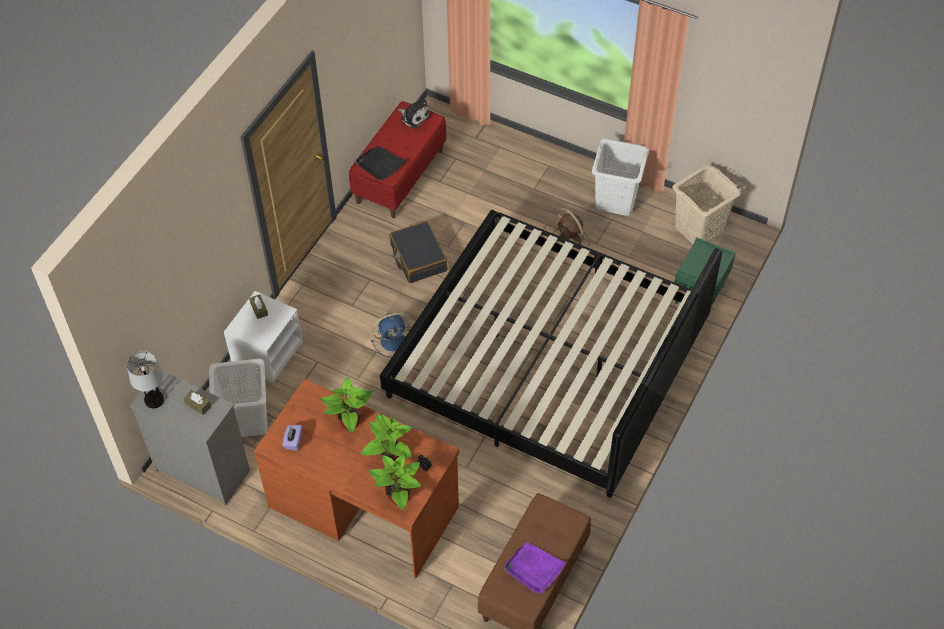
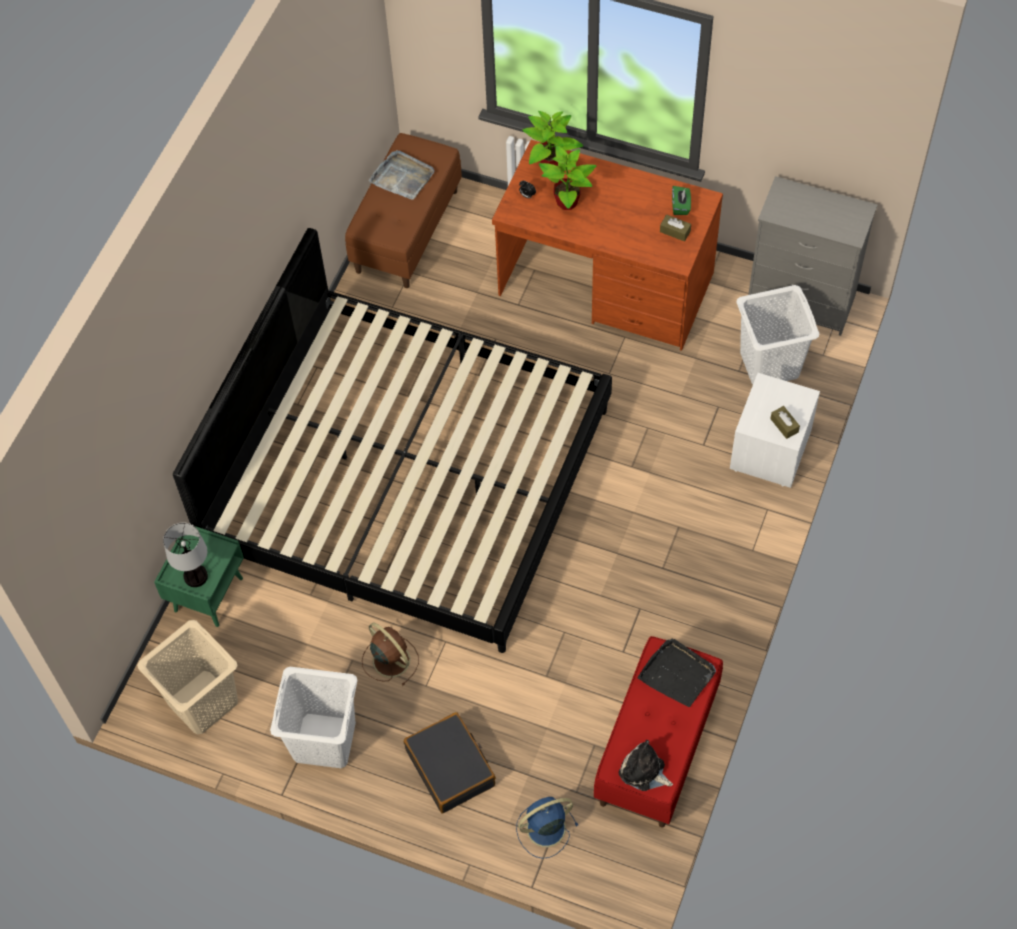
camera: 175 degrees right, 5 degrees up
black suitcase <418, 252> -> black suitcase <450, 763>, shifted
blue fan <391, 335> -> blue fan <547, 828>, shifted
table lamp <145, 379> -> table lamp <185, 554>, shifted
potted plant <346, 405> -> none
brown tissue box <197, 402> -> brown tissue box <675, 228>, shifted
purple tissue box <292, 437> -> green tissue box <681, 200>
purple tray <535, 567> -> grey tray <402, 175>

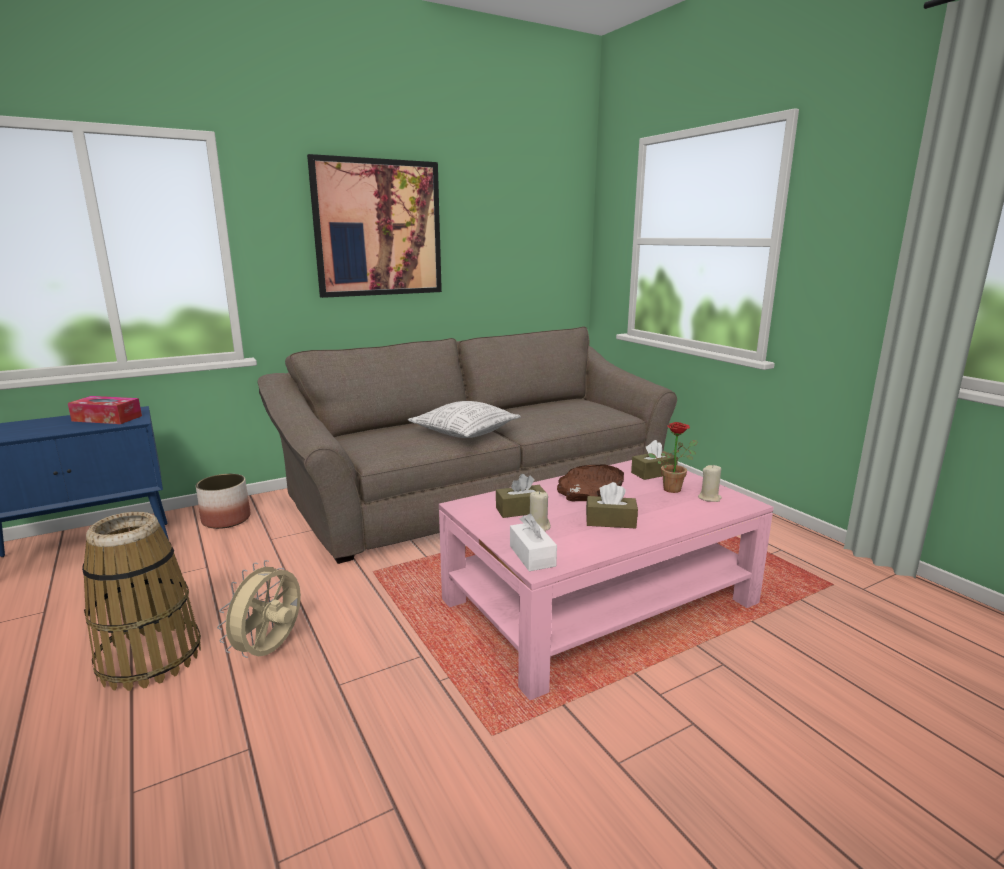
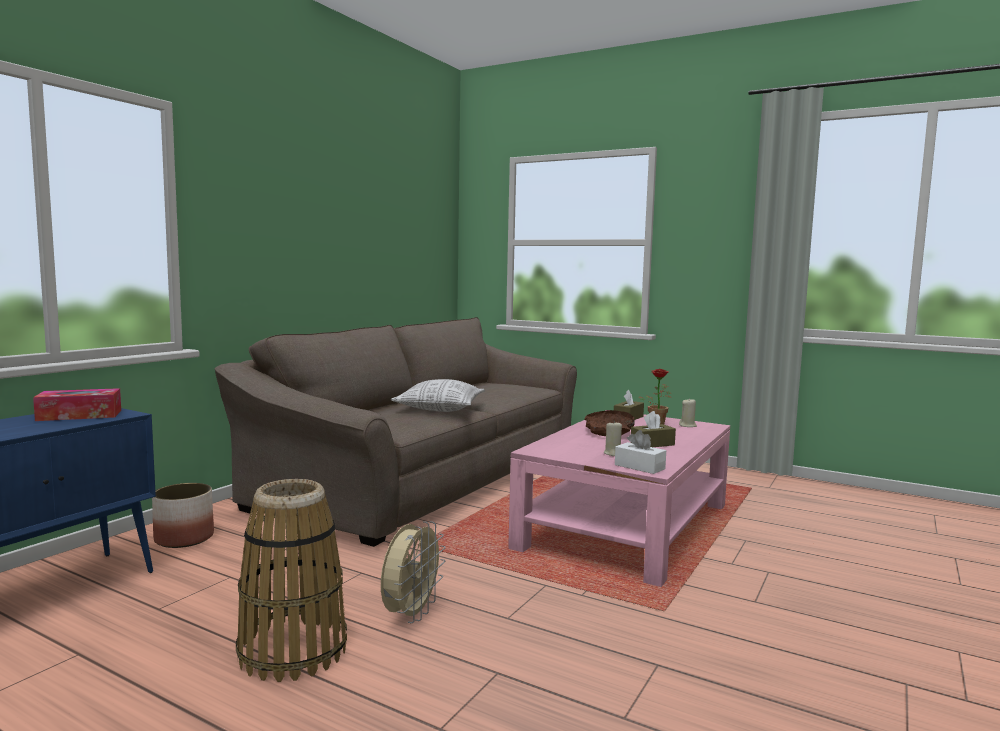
camera: 30 degrees left, 10 degrees down
picture <374, 226> -> none
brown tissue box <520, 496> -> none
beige fan <259, 609> -> beige fan <413, 572>, 150 degrees counterclockwise

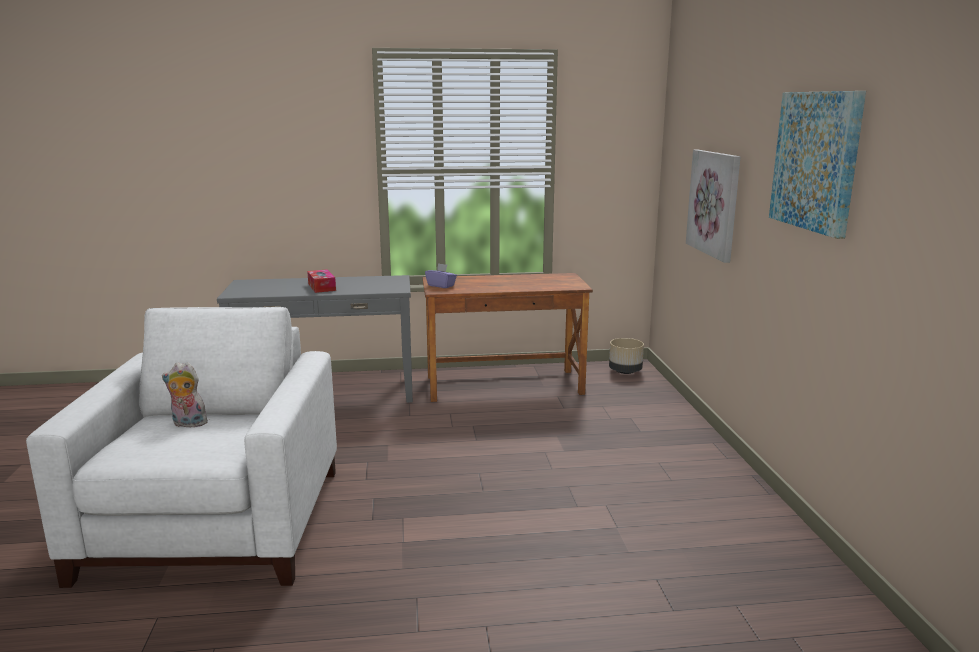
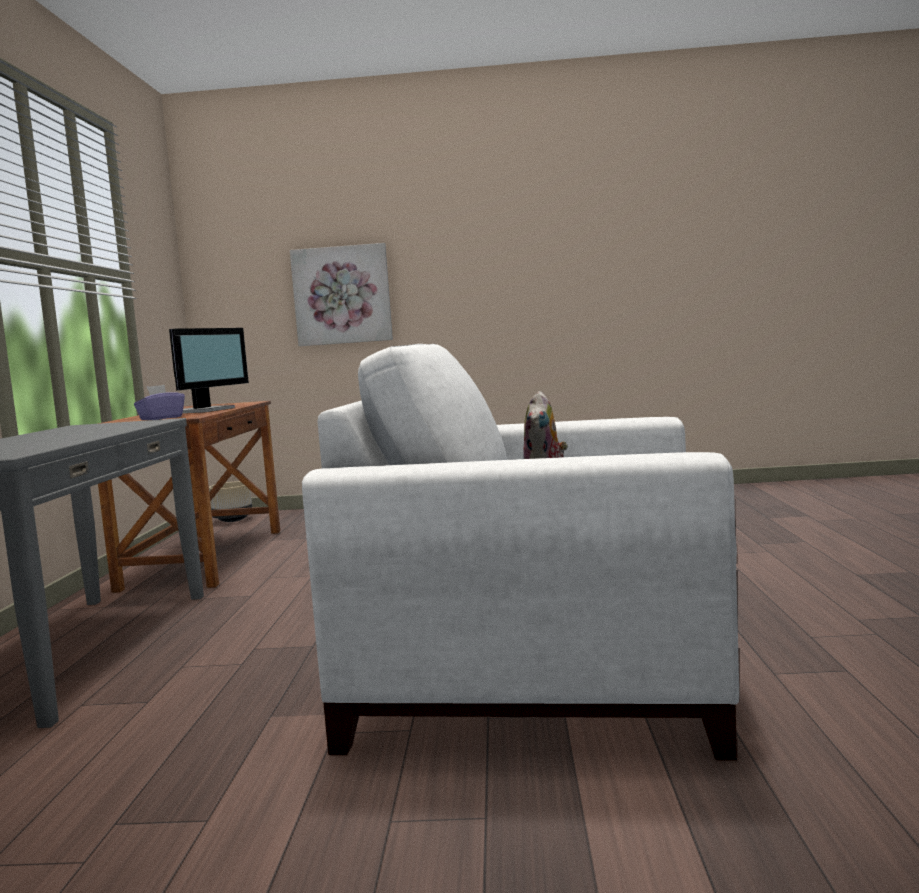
camera: 80 degrees left, 10 degrees down
picture <817, 165> -> none
tissue box <321, 281> -> none
none -> monitor <209, 370>

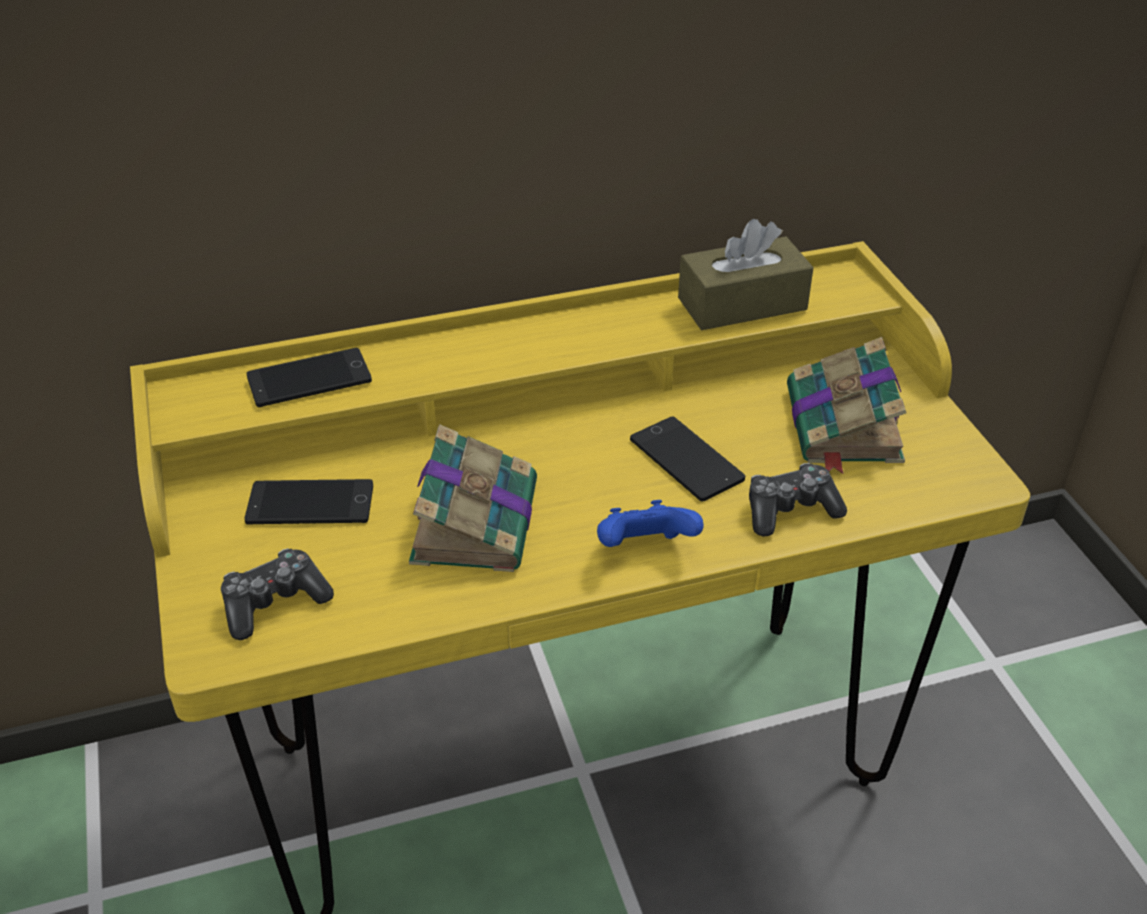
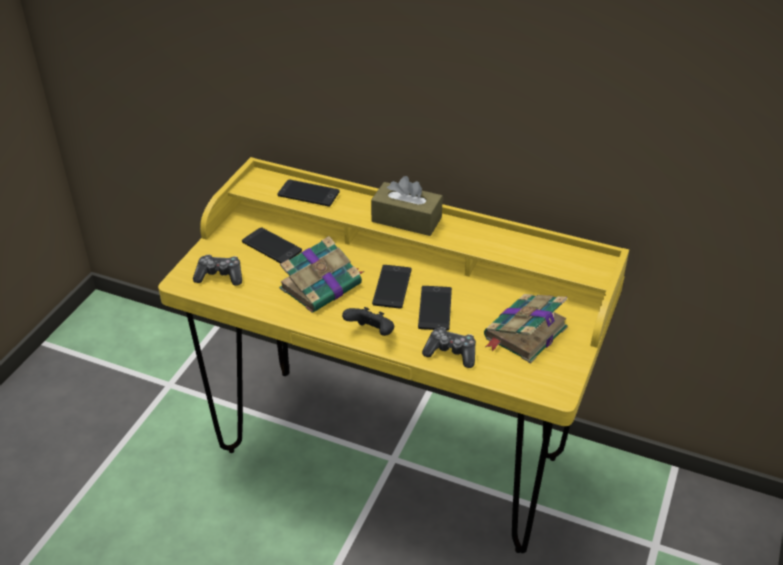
camera: 40 degrees right, 0 degrees up
brown tissue box <746, 274> -> brown tissue box <407, 206>, shifted
blue game controller <650, 523> -> black game controller <368, 321>
none -> phone <392, 286>

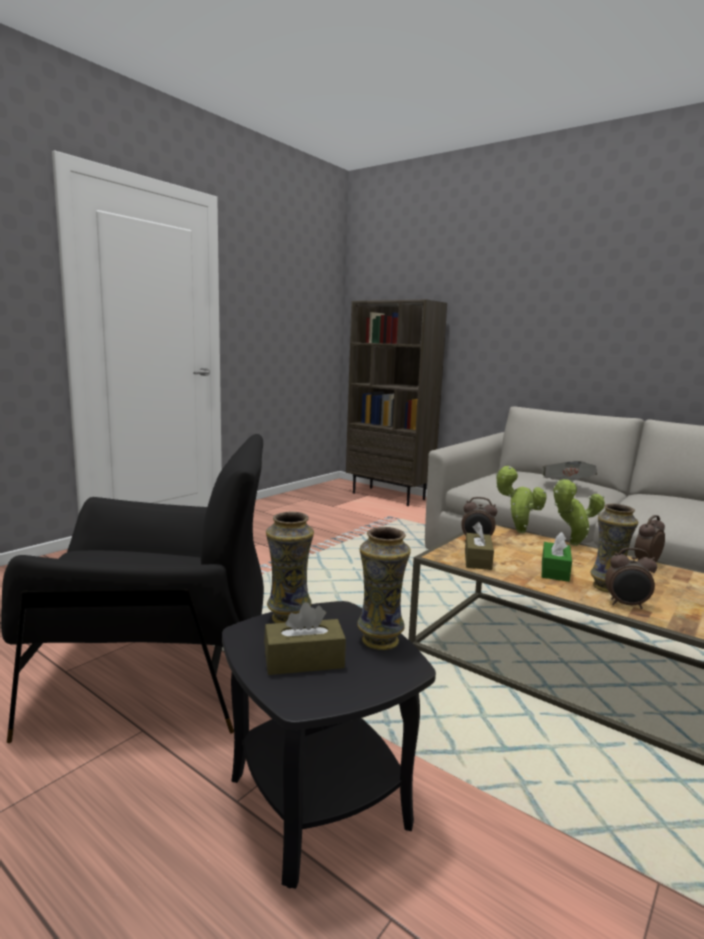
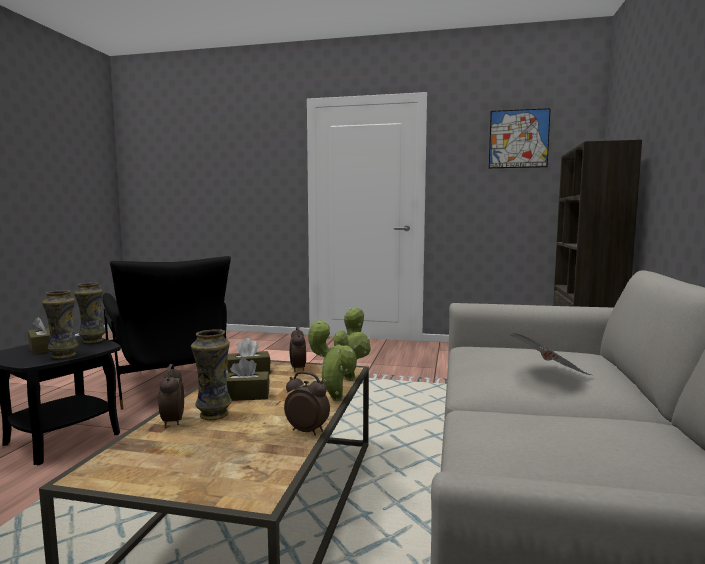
camera: 65 degrees right, 5 degrees down
green tissue box <557, 557> -> brown tissue box <248, 379>
none -> picture <520, 138>

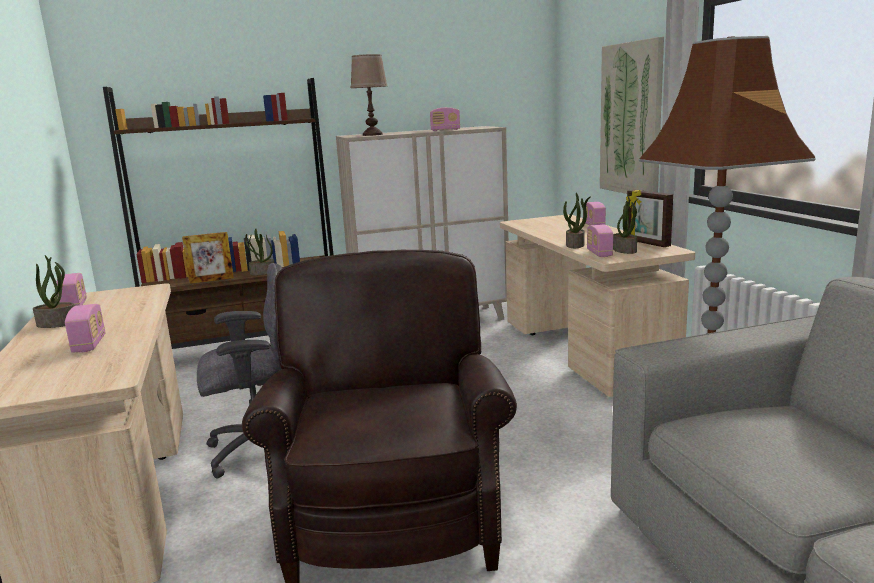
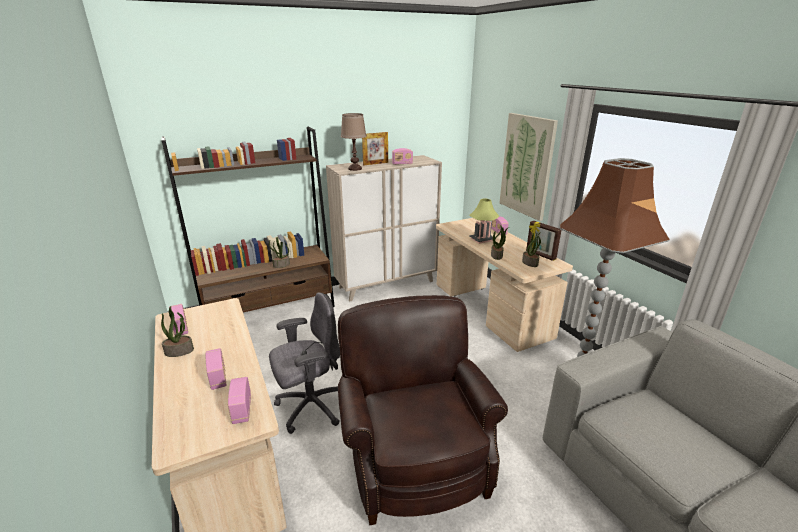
camera: 10 degrees left, 10 degrees up
radio <600, 241> -> radio <239, 400>, shifted
picture frame <208, 258> -> picture frame <375, 148>, shifted
none -> table lamp <484, 221>

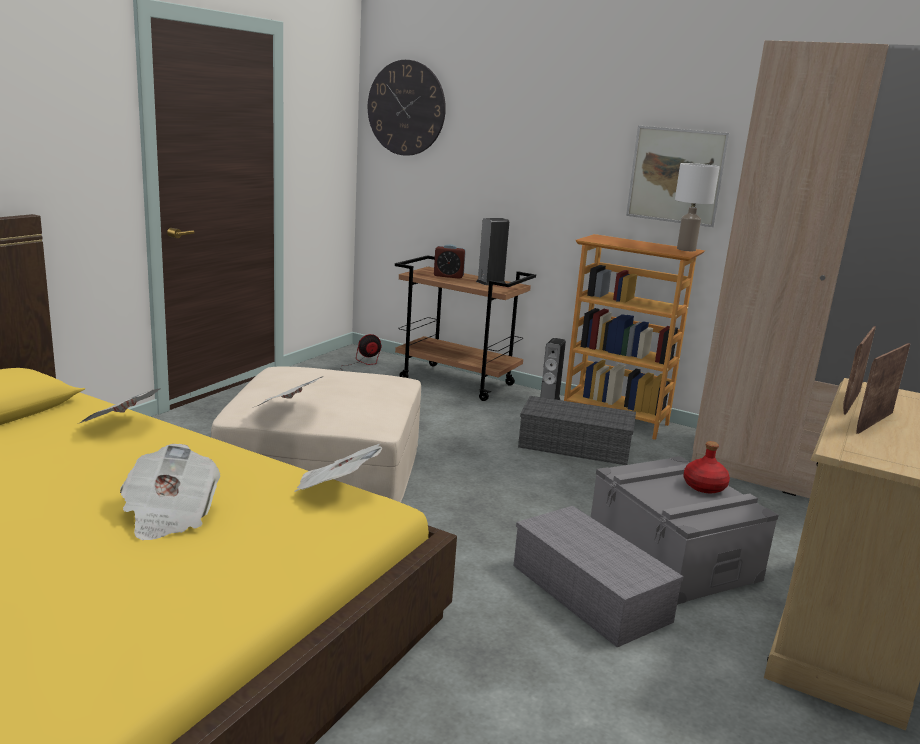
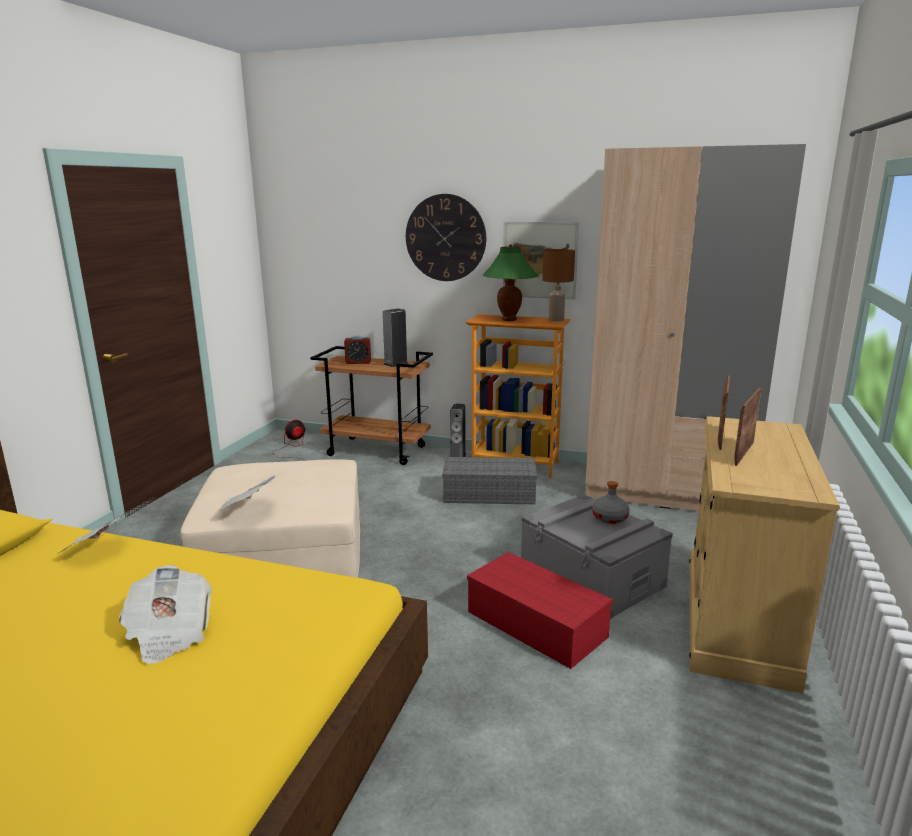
camera: 10 degrees left, 0 degrees up
wall clock <407, 108> -> wall clock <446, 237>, shifted
white table lamp <697, 207> -> brown table lamp <558, 285>
red bottle <706, 467> -> grey bottle <611, 502>
newspaper <338, 468> -> none
grey storage box <599, 576> -> red storage box <540, 610>
none -> green table lamp <510, 282>

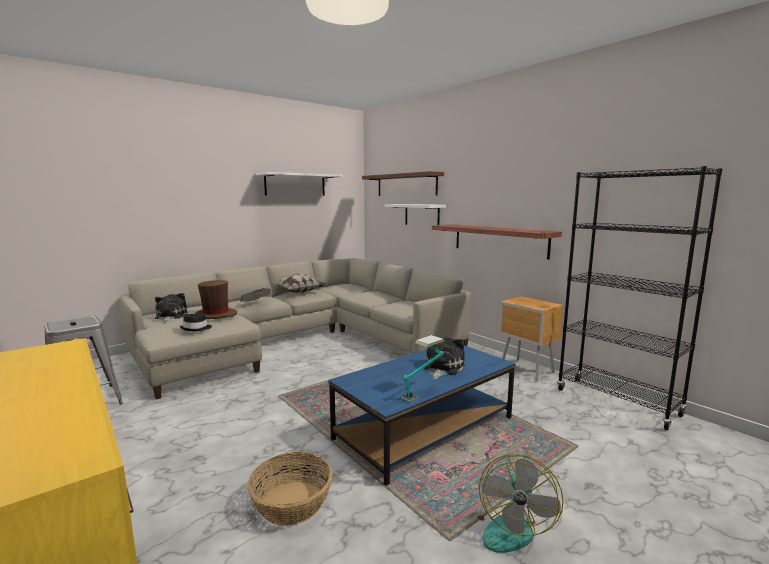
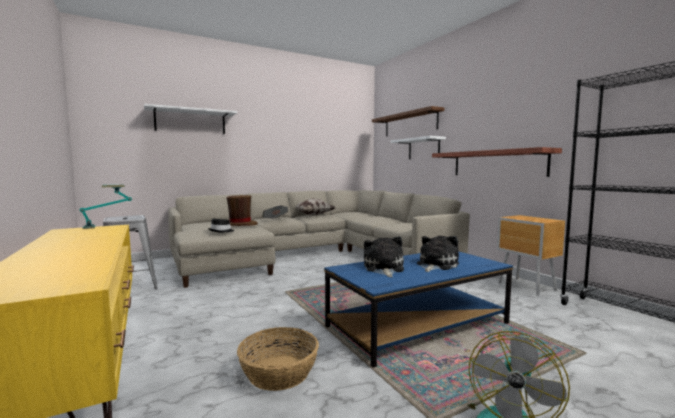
camera: 10 degrees right, 5 degrees down
white shelf <299, 184> -> white shelf <190, 119>, shifted
plush toy <171, 307> -> plush toy <384, 256>, shifted
table lamp <422, 369> -> table lamp <106, 206>, shifted

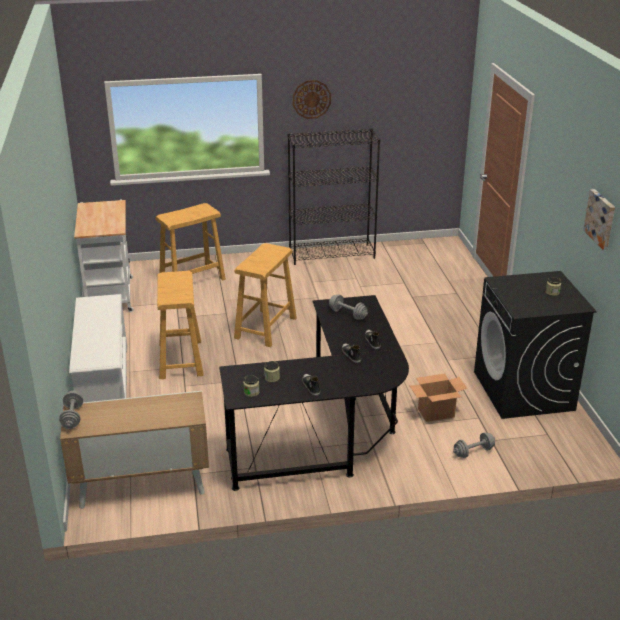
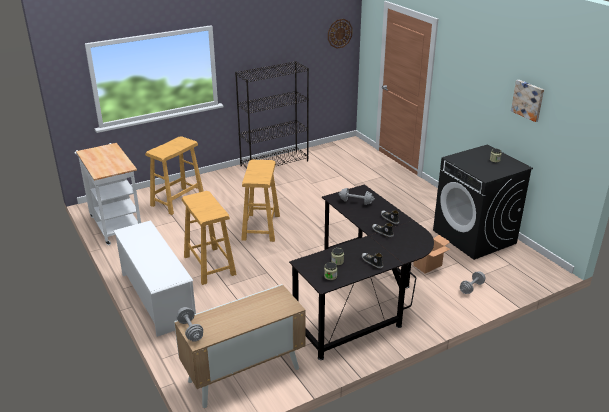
camera: 20 degrees left, 0 degrees up
wall clock <312, 99> -> wall clock <340, 34>, shifted

